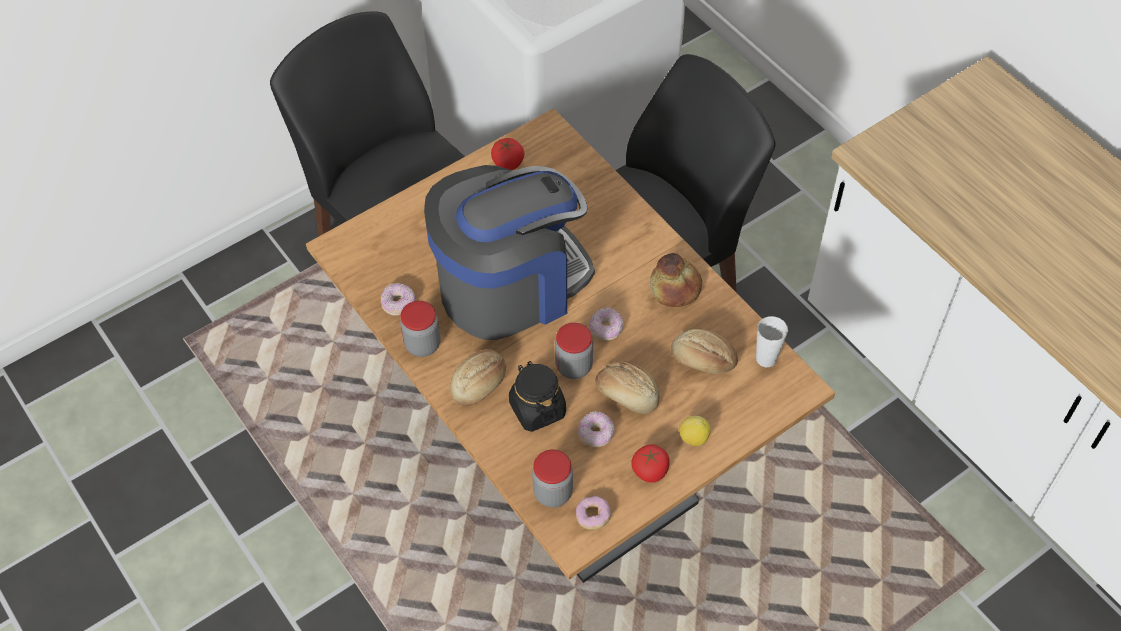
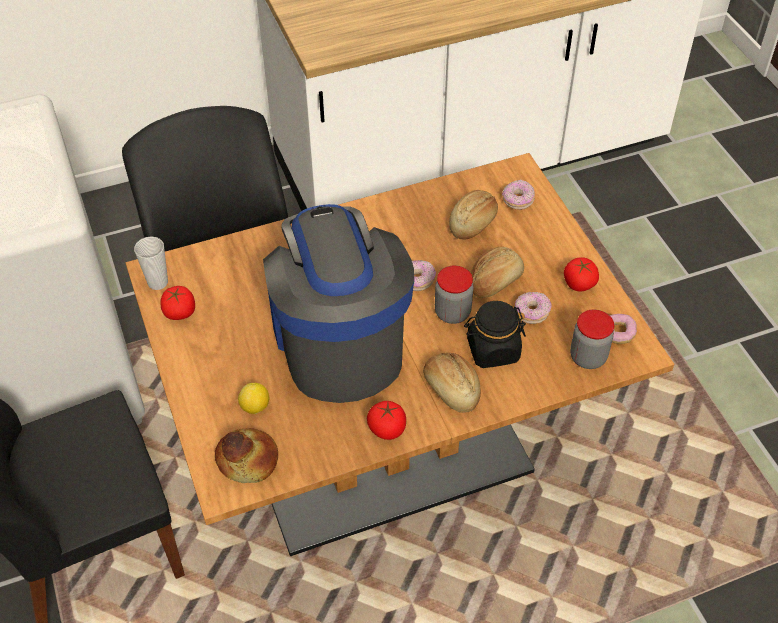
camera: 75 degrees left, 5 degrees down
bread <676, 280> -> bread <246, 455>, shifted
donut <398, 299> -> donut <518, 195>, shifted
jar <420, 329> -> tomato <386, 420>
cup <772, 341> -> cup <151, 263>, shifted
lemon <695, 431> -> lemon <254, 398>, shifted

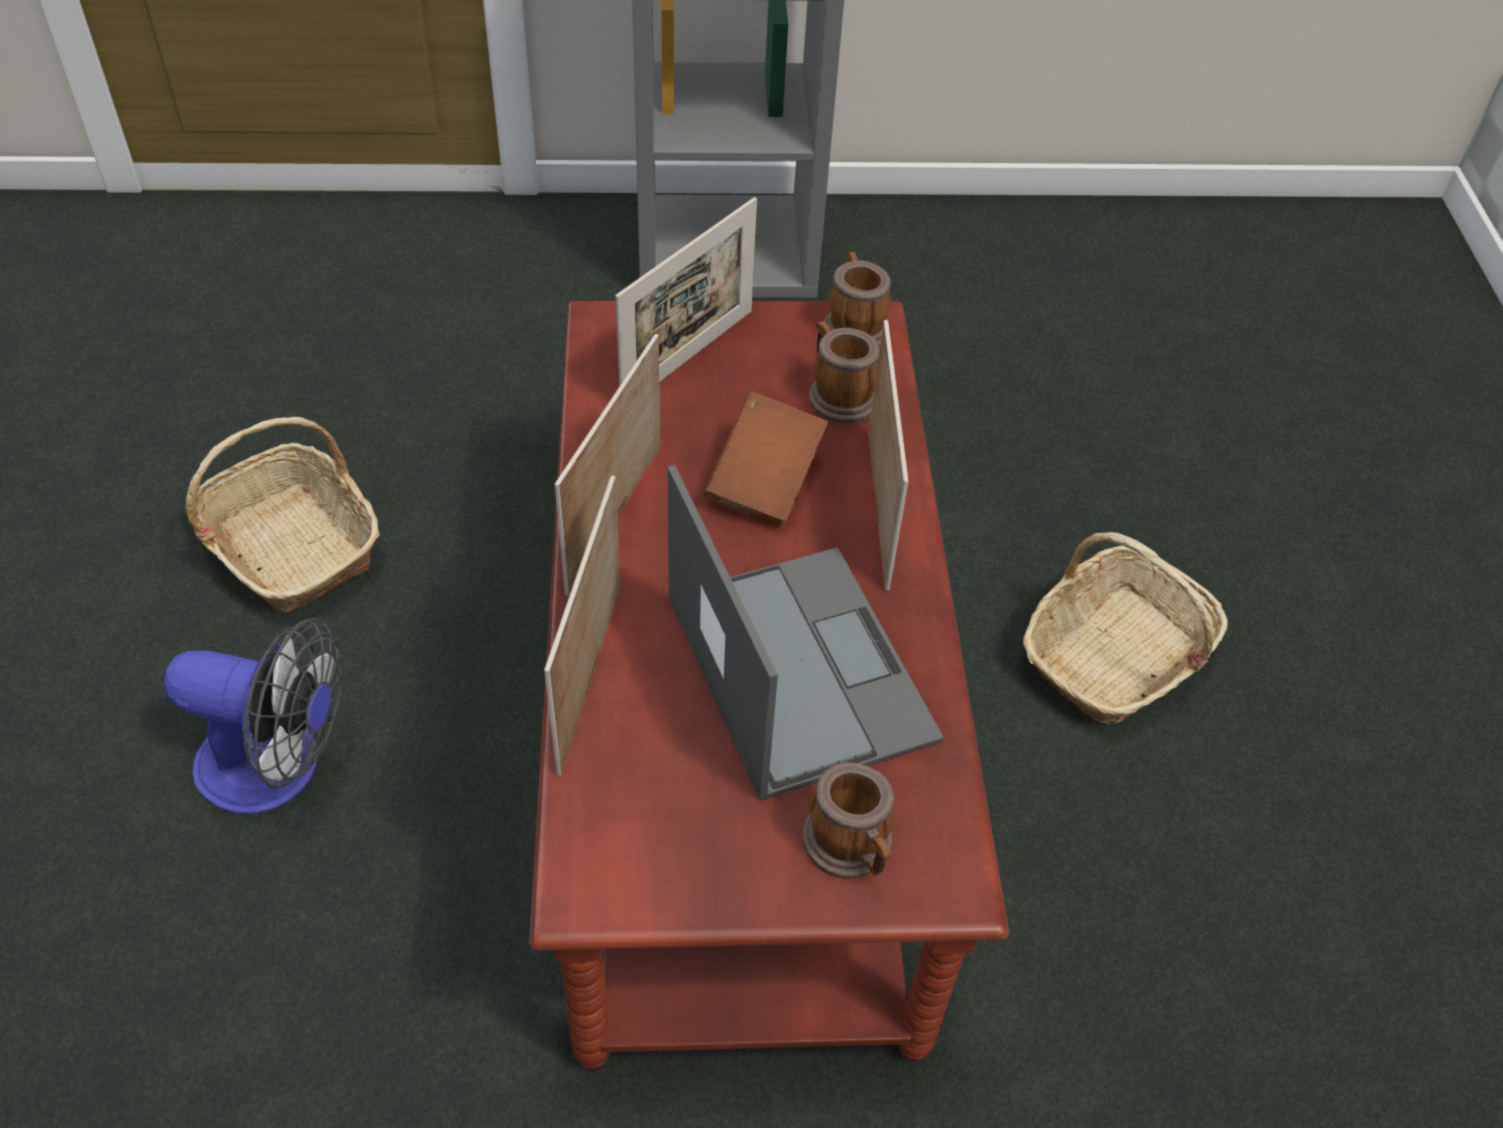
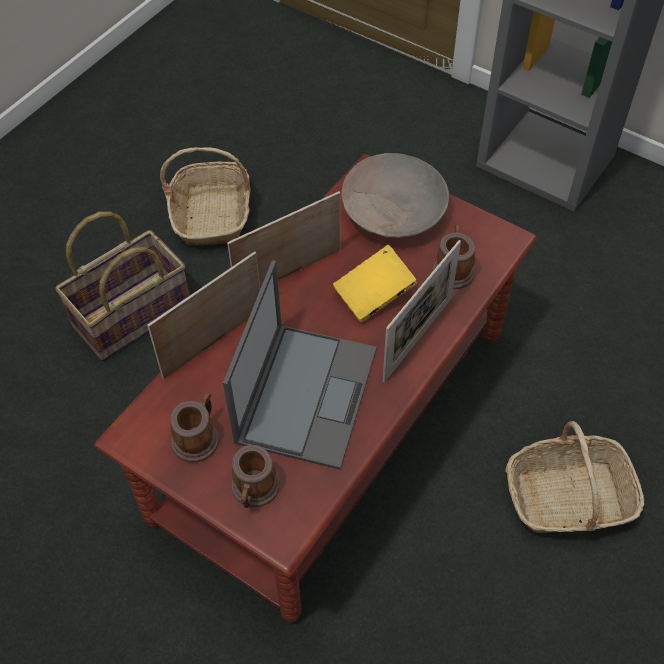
camera: 40 degrees right, 5 degrees up
picture frame <686, 292> -> beige bowl <395, 195>
mug <857, 300> -> mug <194, 427>, shifted
brown book <765, 460> -> yellow book <375, 283>
fan <253, 716> -> basket <122, 286>

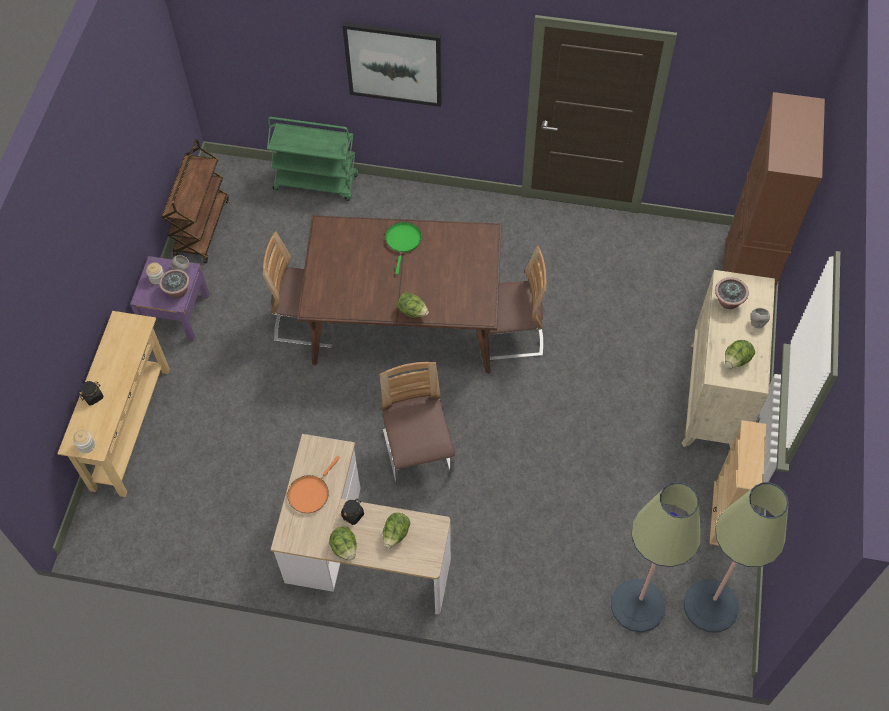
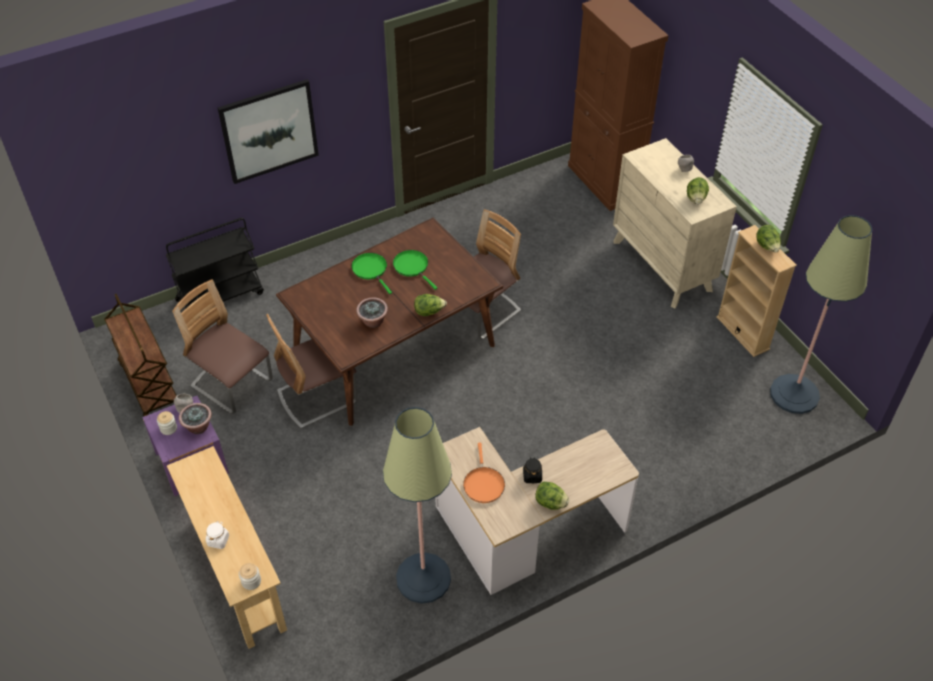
camera: 40 degrees left, 10 degrees down
green cart <312, 159> -> black cart <215, 263>
potted plant <732, 293> -> potted plant <372, 312>, shifted
chair <417, 423> -> chair <222, 346>, shifted
black jar <91, 393> -> white jar <217, 535>
floor lamp <656, 557> -> floor lamp <417, 505>, shifted
lettuce <397, 530> -> lettuce <768, 238>, shifted
none -> green frying pan <415, 270>

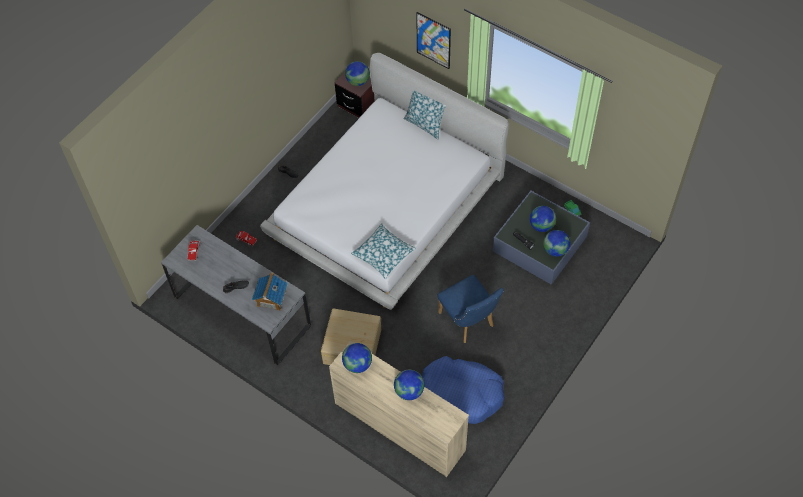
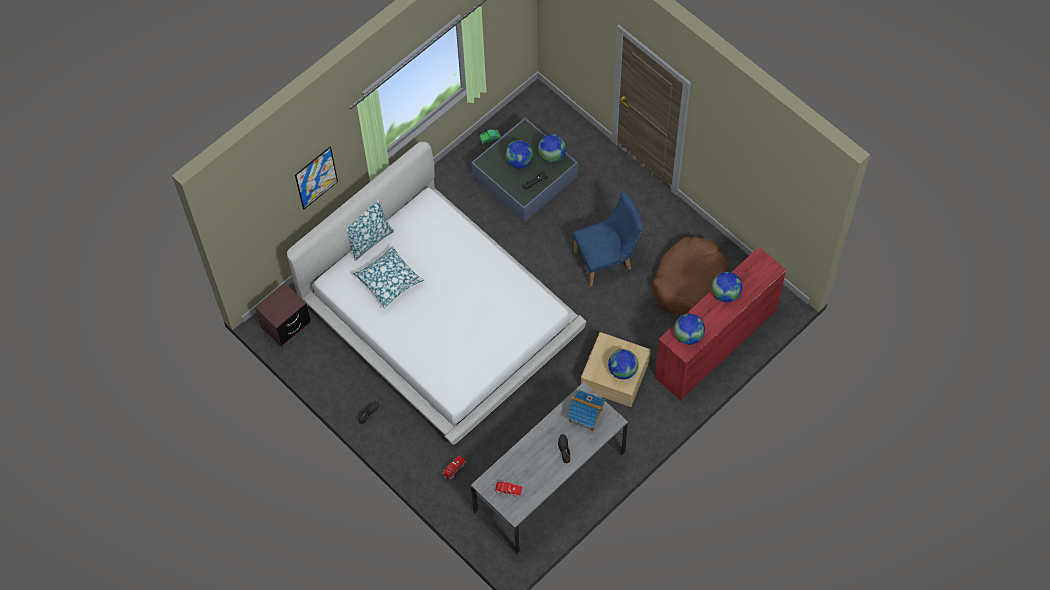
camera: 80 degrees left, 5 degrees up
globe <357, 73> -> globe <623, 364>, shifted
pillow <383, 251> -> pillow <388, 277>, shifted
beige dresser <399, 408> -> red dresser <720, 324>
blue dog bed <463, 390> -> brown dog bed <690, 275>

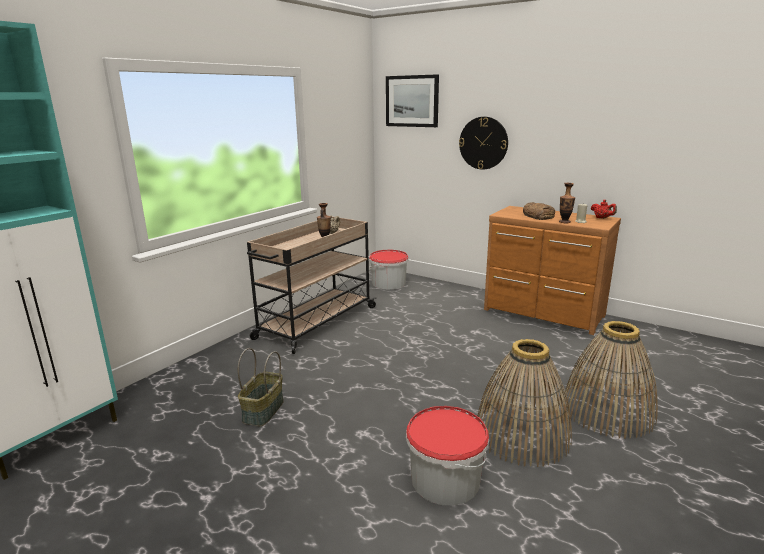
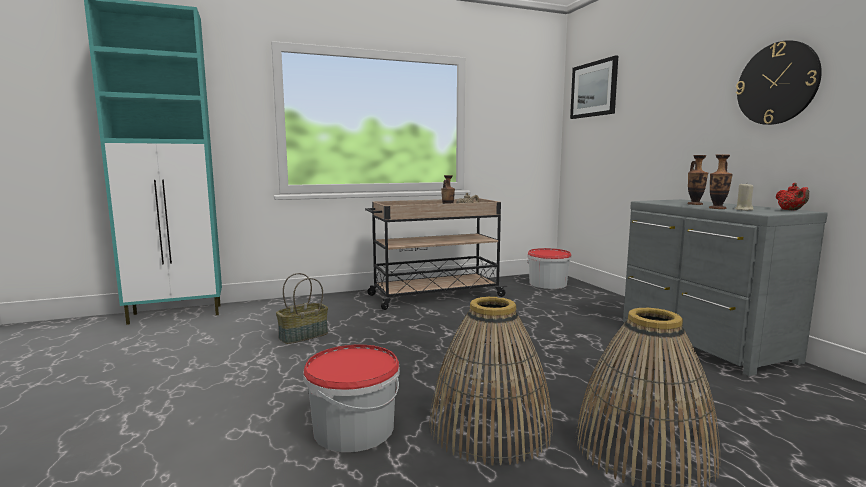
camera: 35 degrees right, 10 degrees down
wall clock <483, 143> -> wall clock <779, 82>, shifted
bread <539, 211> -> vase <698, 180>
brown dresser <552, 270> -> grey dresser <725, 287>

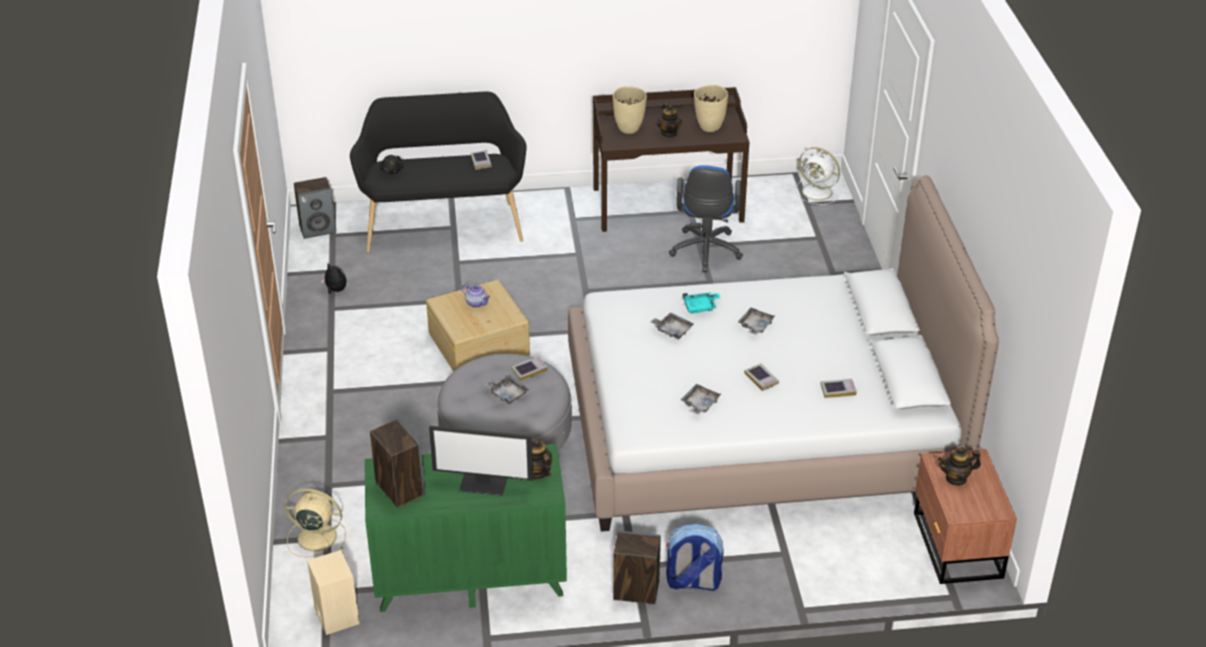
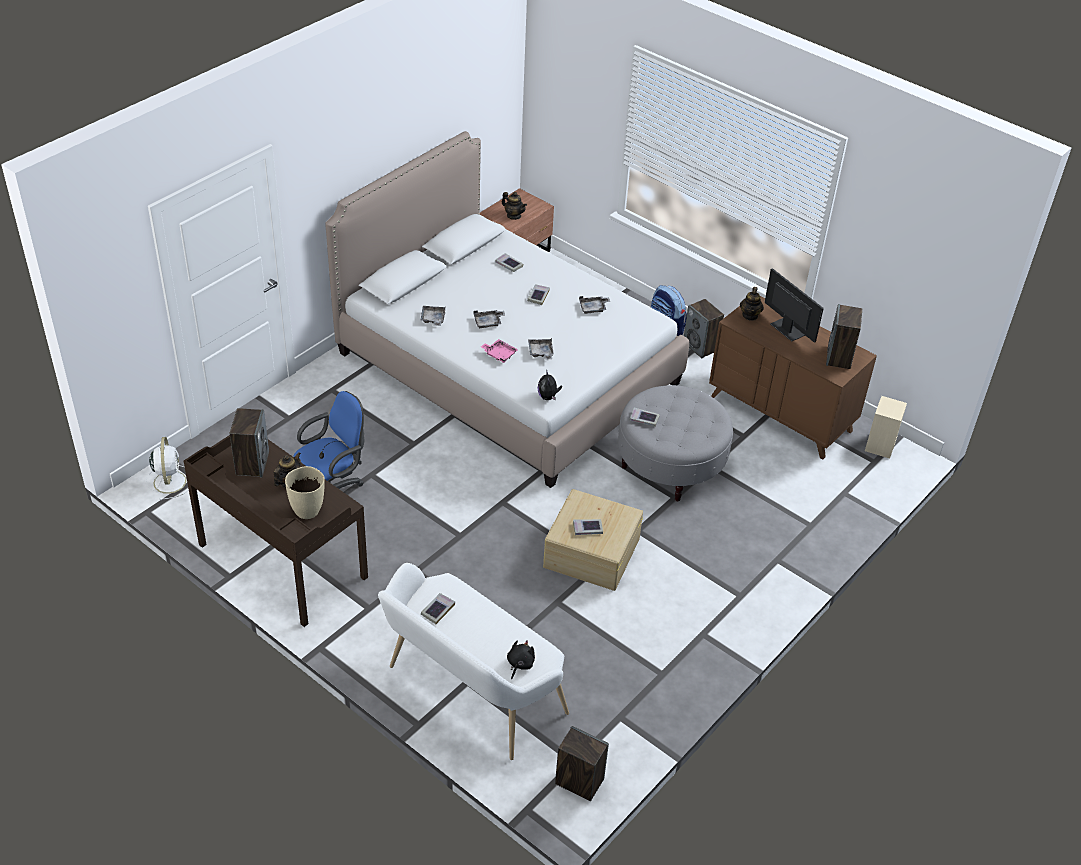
camera: 135 degrees left, 5 degrees up
beige vase <711, 108> -> speaker <249, 442>
black bench <438, 172> -> white bench <473, 661>
plush toy <334, 278> -> plush toy <550, 384>, shifted
teapot <475, 296> -> book <588, 527>
turquoise tray <701, 303> -> pink tray <499, 351>
grey tray <507, 390> -> grey tray <433, 316>, shifted
green dresser <466, 528> -> brown dresser <793, 377>
beige fan <315, 523> -> none

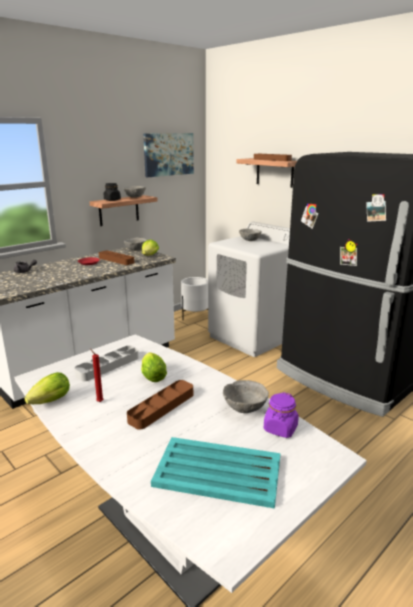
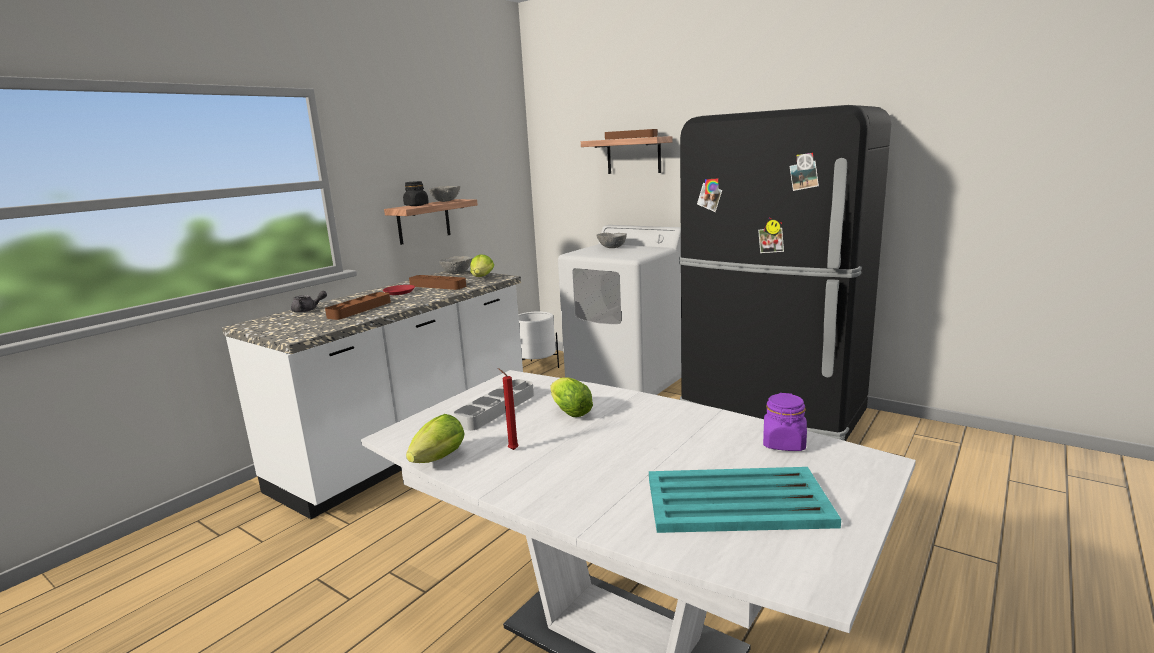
camera: 10 degrees left, 5 degrees down
picture <168, 155> -> none
brown tray <160, 405> -> brown tray <358, 306>, shifted
grey bowl <246, 396> -> none

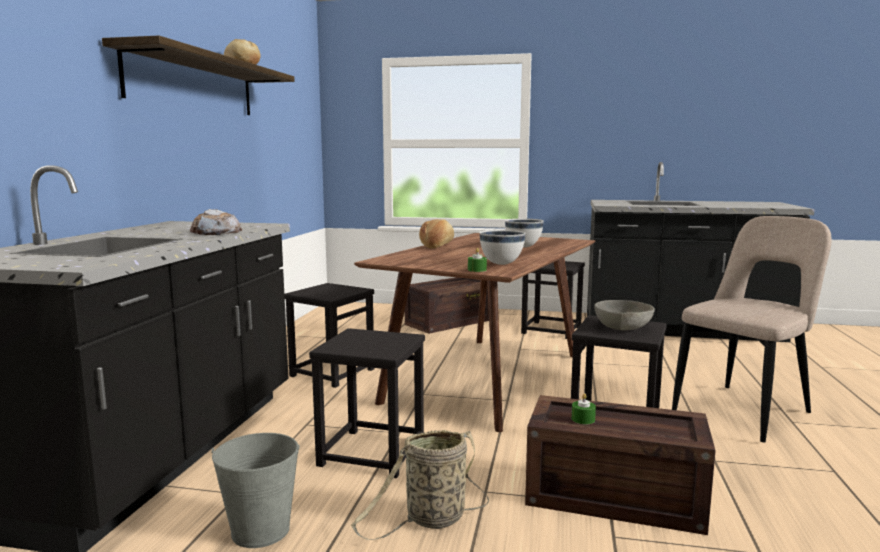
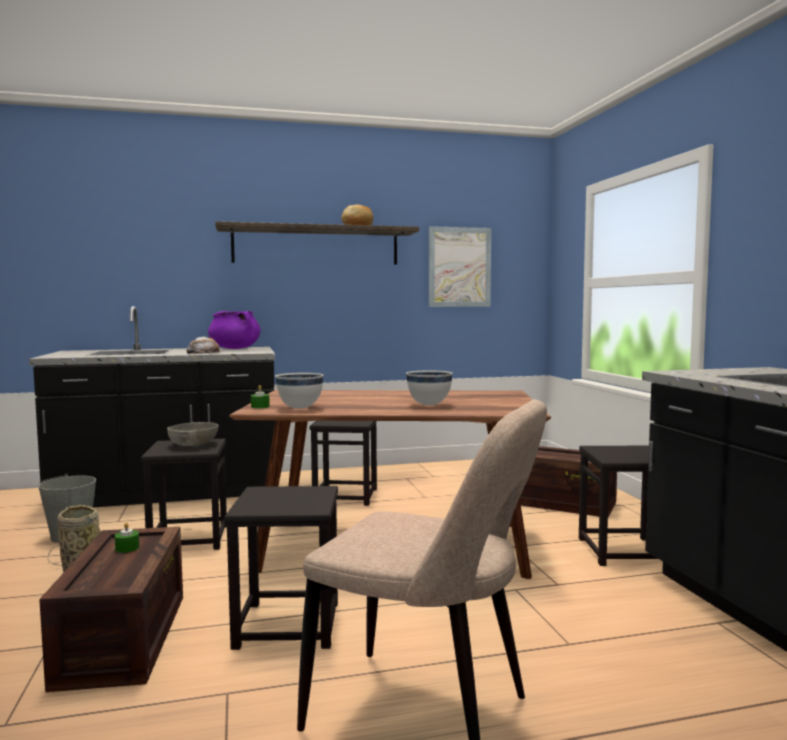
camera: 65 degrees right, 5 degrees down
bread <436, 234> -> none
grey bowl <624, 315> -> grey bowl <193, 434>, shifted
none -> picture <460, 266>
none -> purple cooking pot <234, 330>

